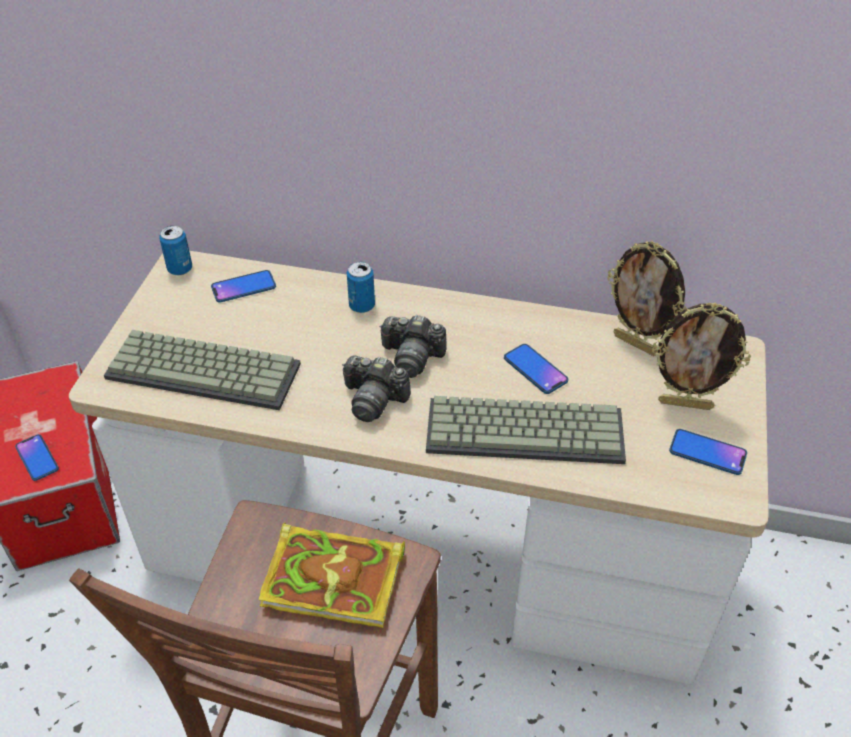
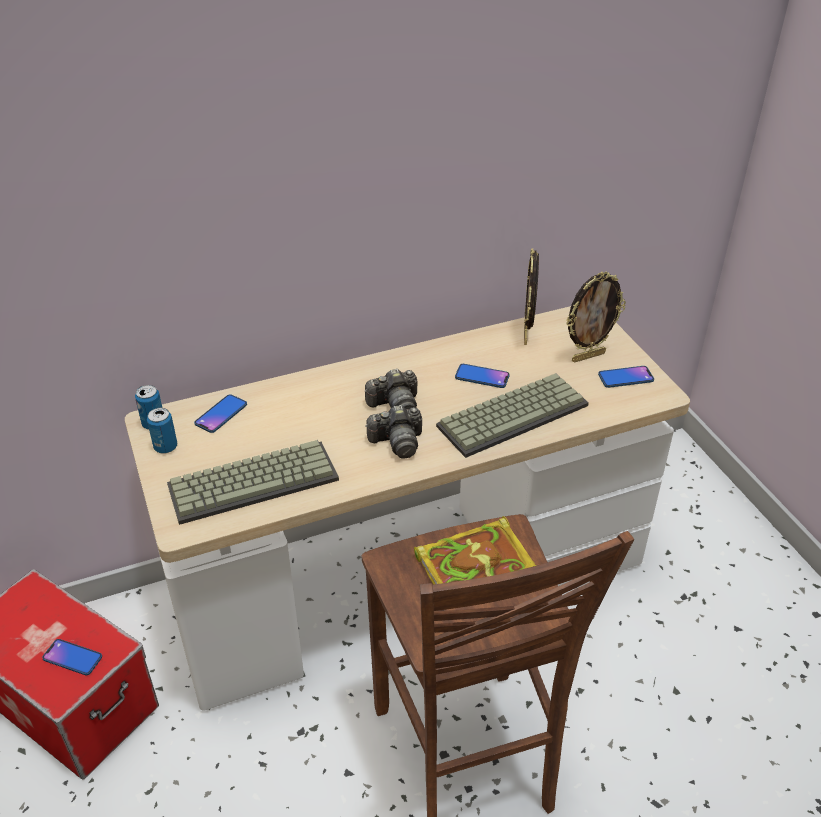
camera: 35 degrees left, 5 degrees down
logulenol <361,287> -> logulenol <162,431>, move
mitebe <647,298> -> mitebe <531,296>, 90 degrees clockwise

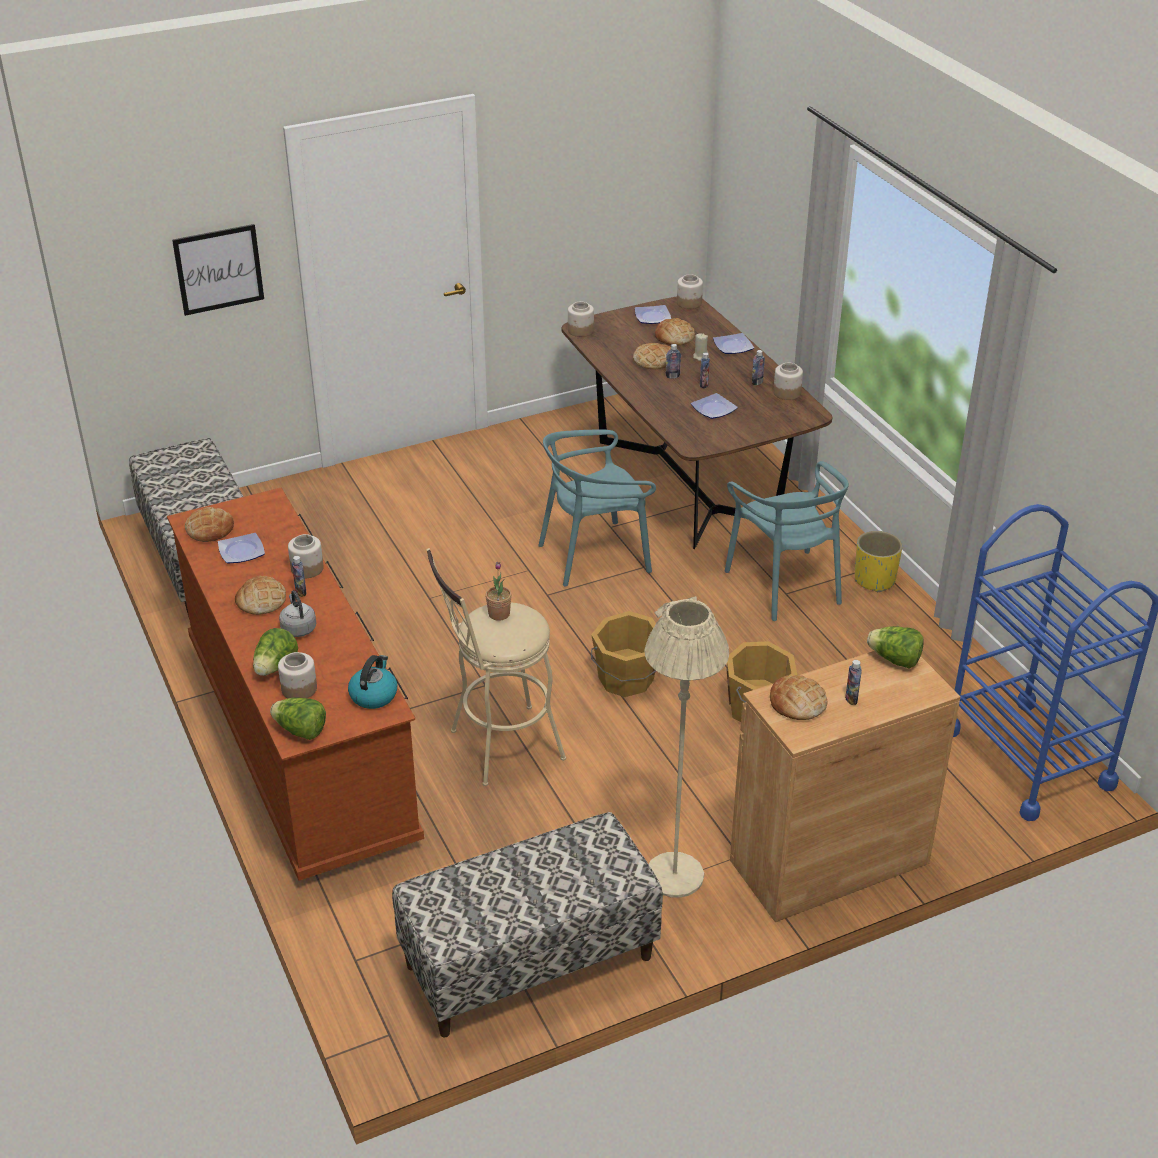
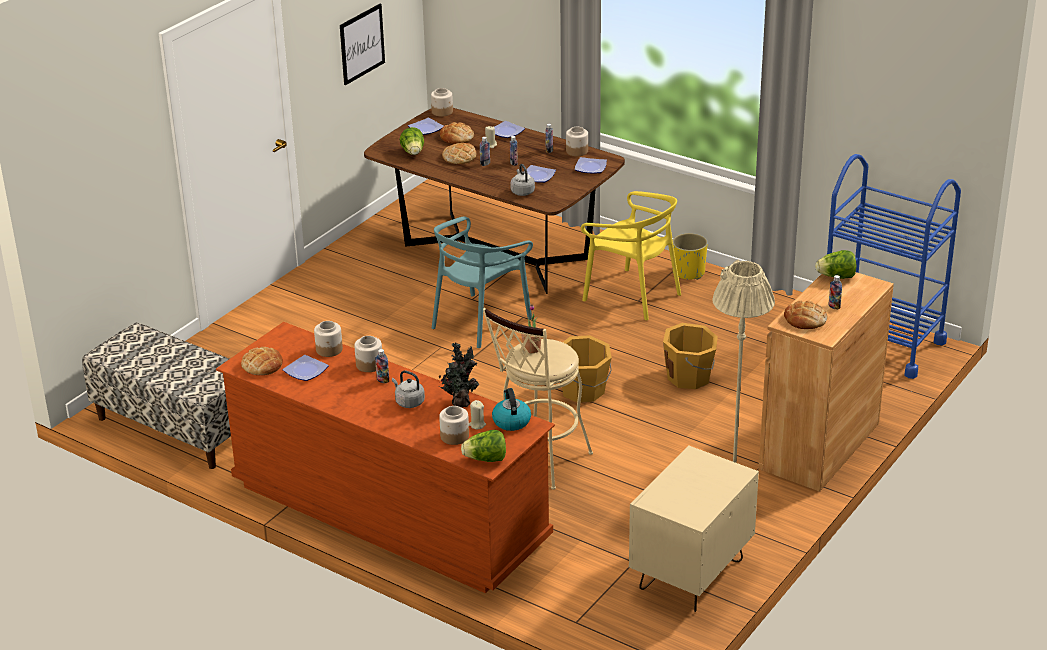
camera: 30 degrees left, 5 degrees down
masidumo <260,595> -> none
none -> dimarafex <459,375>
none -> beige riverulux <477,414>
none -> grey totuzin <522,180>
none -> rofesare <591,165>
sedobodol <218,270> -> sedobodol <362,44>, move
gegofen <275,652> -> gegofen <412,141>, move
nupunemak <581,319> -> nupunemak <328,339>, move
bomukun <527,924> -> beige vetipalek <694,528>
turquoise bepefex <786,541> -> yellow bepefex <631,255>

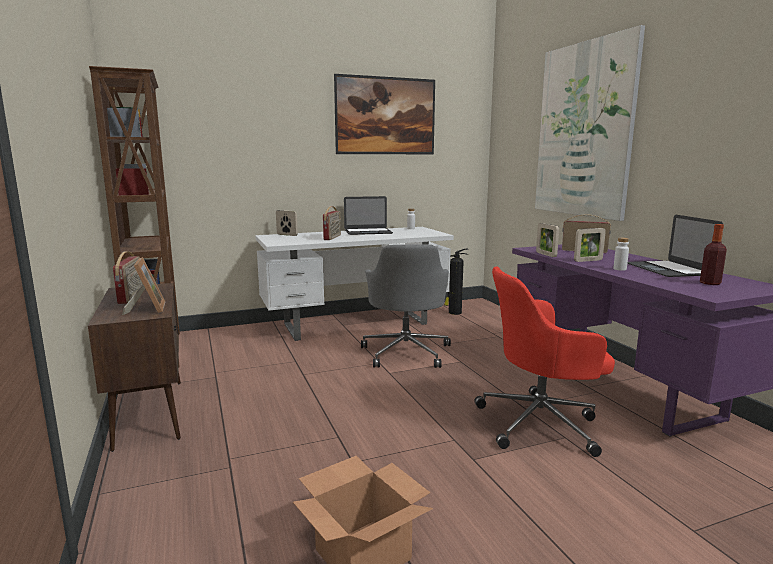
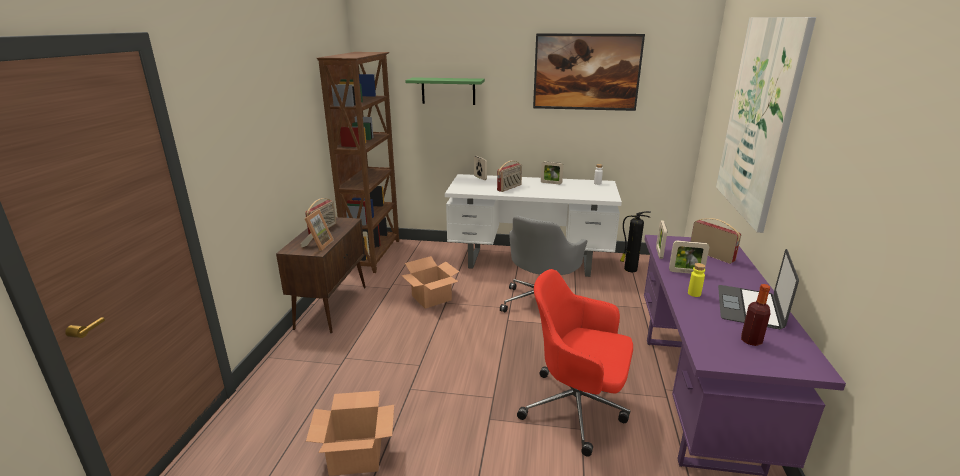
camera: 30 degrees right, 10 degrees up
none -> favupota <430,282>
none -> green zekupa <445,91>
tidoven <368,215> -> mitebe <552,172>
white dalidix <621,254> -> yellow dalidix <697,280>

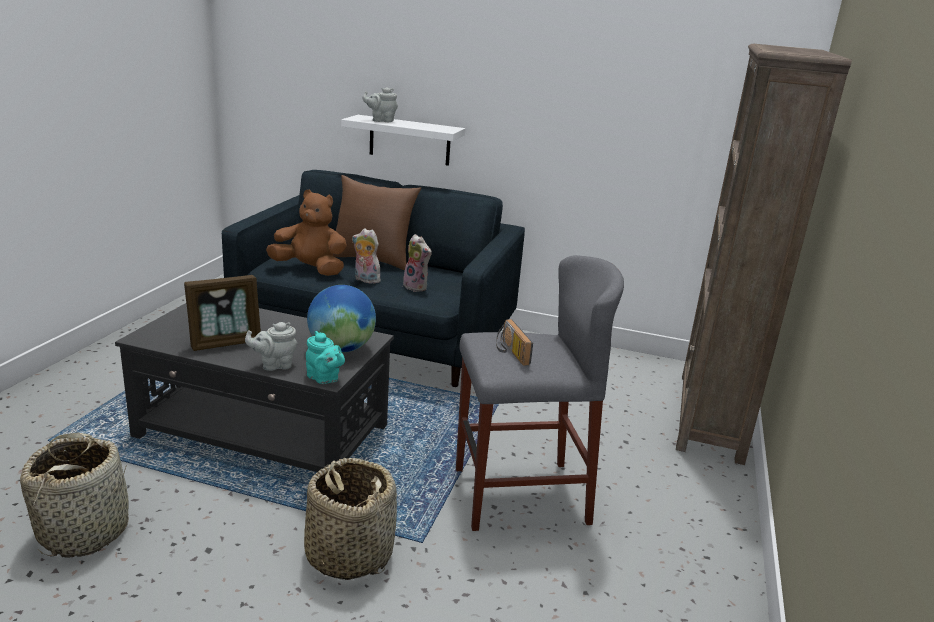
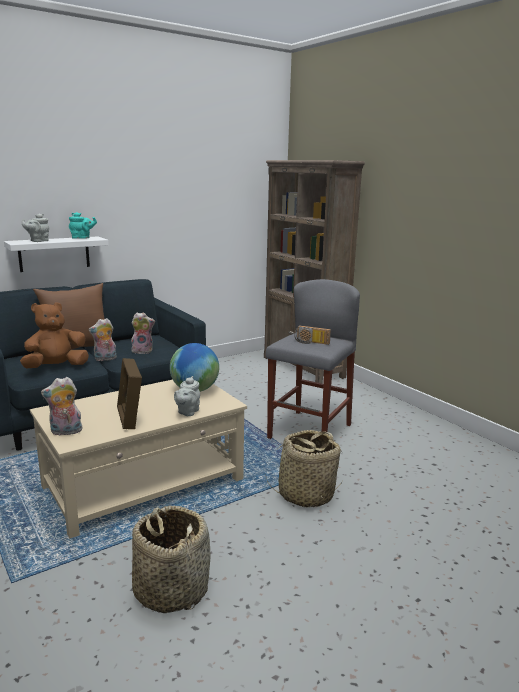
camera: 50 degrees left, 5 degrees down
none -> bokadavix <62,406>
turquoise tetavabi <325,357> -> turquoise tetavabi <83,225>, move
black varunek <254,387> -> beige varunek <138,459>
mitebe <222,313> -> mitebe <129,393>, 150 degrees clockwise

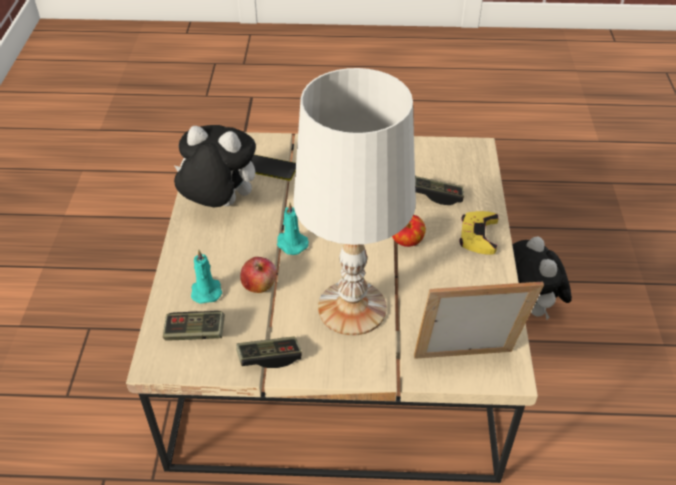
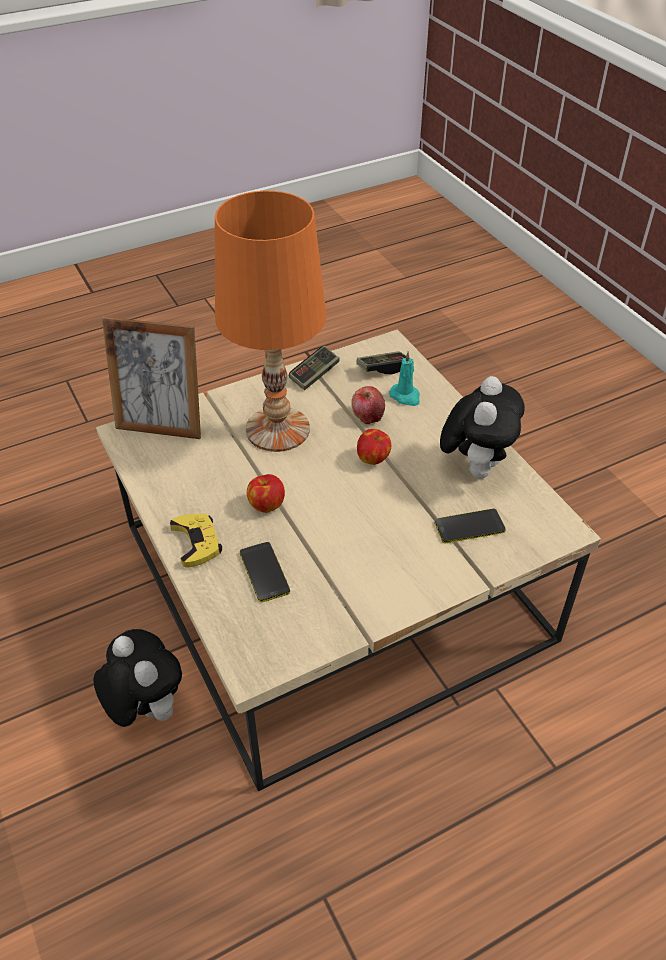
camera: 150 degrees right, 0 degrees up
turquoise riverulux <293,228> -> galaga <374,447>
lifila <439,190> -> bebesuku <265,572>
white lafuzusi <355,202> -> orange lafuzusi <270,321>
bokadavix <215,166> -> bokadavix <482,427>, 60 degrees counterclockwise
mitebe <479,320> -> mitebe <151,378>, 45 degrees clockwise

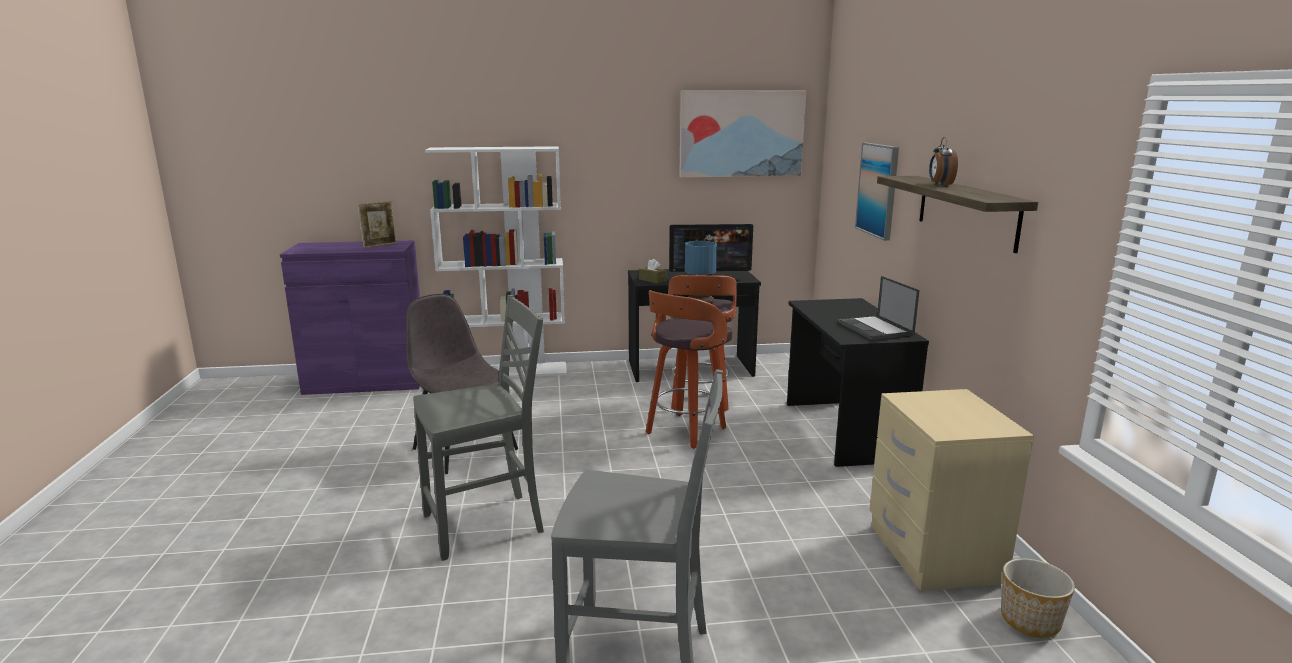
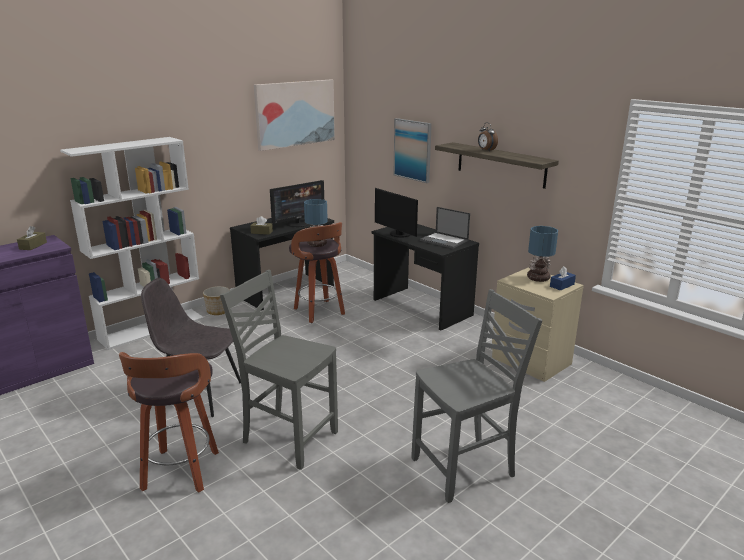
camera: 35 degrees left, 5 degrees up
none -> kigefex <396,213>
none -> lafuzusi <542,254>
none -> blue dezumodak <563,278>
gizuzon <689,369> -> gizuzon <169,422>, move
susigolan <1038,598> -> susigolan <216,300>, move
mitebe <377,224> -> brown dezumodak <32,238>
grey bepefex <478,428> -> grey bepefex <279,370>, 90 degrees counterclockwise

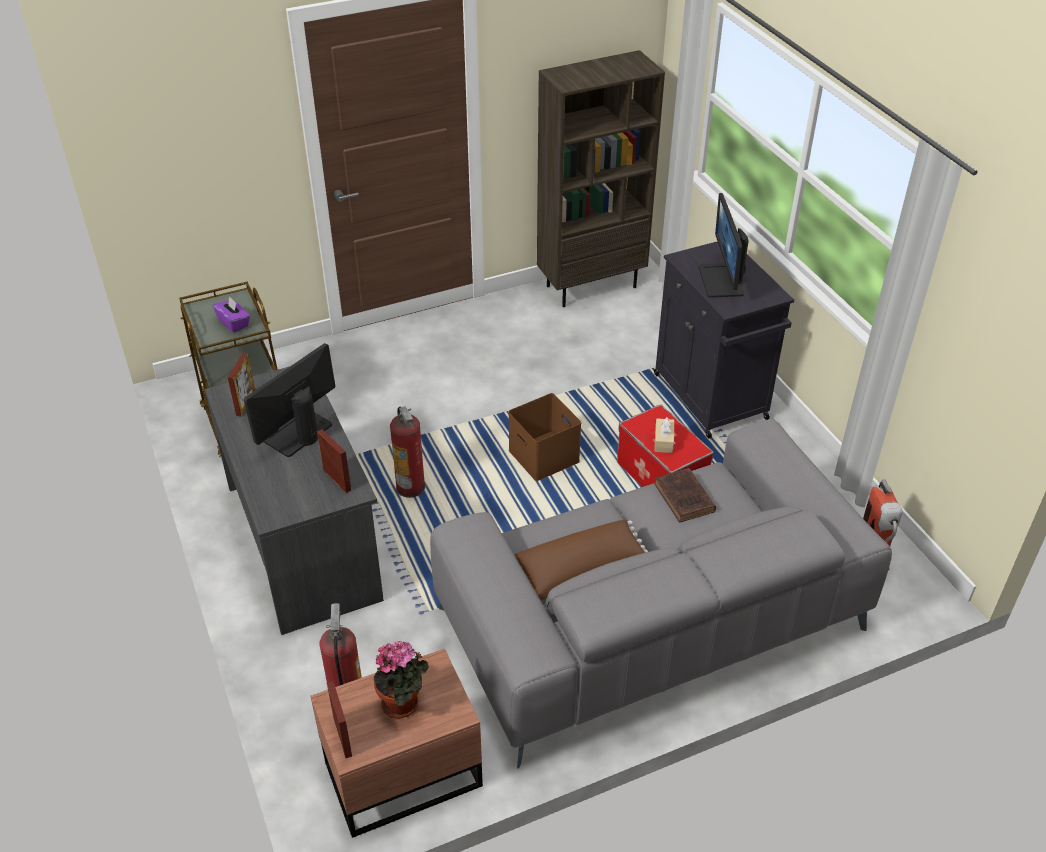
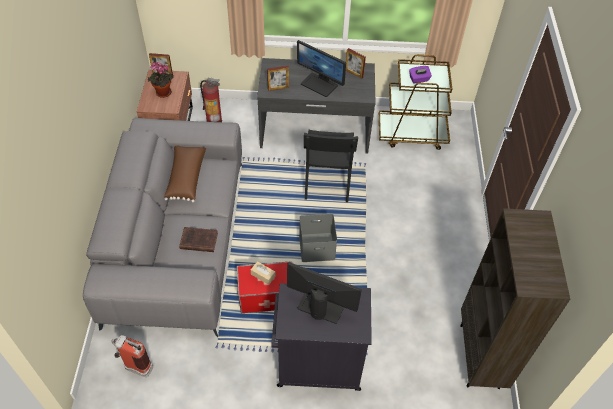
camera: 115 degrees right, 10 degrees up
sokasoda <407,452> -> black bepefex <331,166>
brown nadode <544,437> -> grey nadode <318,238>
kigefex <289,400> -> kigefex <321,68>, 150 degrees clockwise

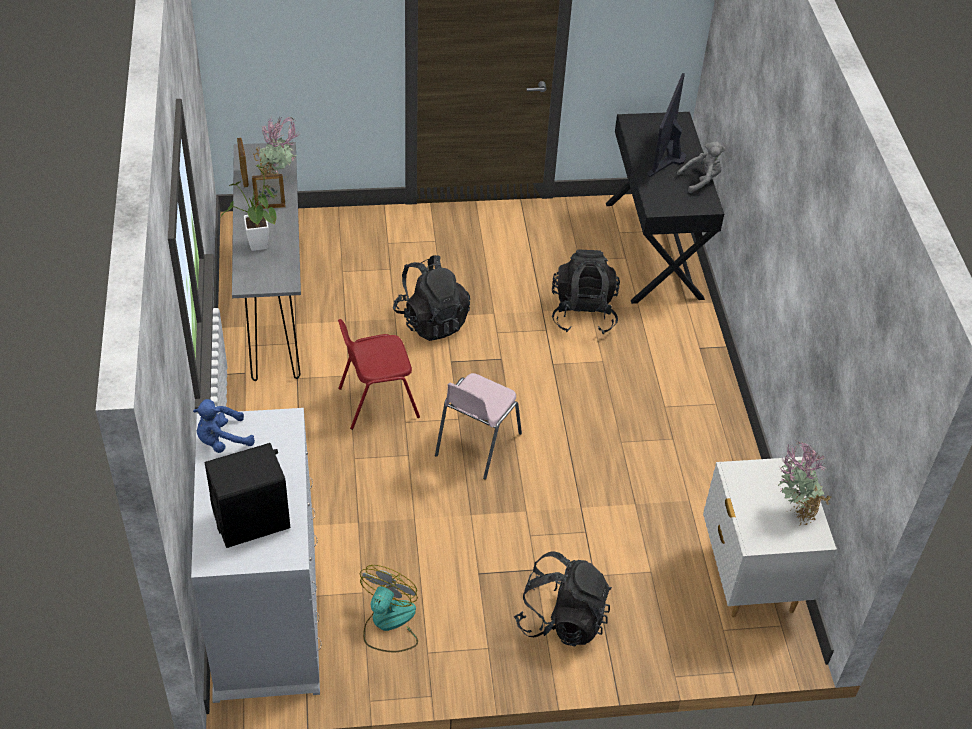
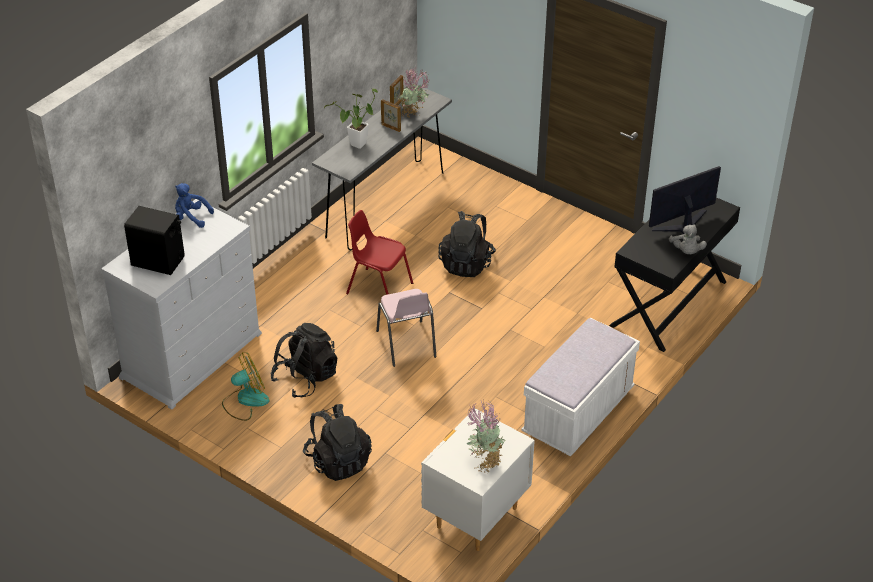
camera: 45 degrees right, 5 degrees down
none -> white bomukun <581,387>
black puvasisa <586,291> -> black puvasisa <303,360>, move
pink bepefex <478,426> -> pink bepefex <406,328>, 90 degrees counterclockwise
grey bokadavix <701,167> -> grey bokadavix <688,239>, 60 degrees clockwise

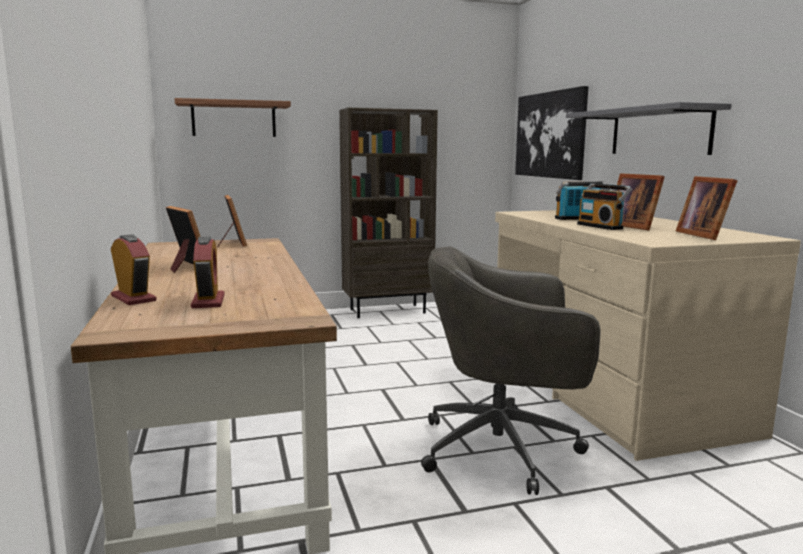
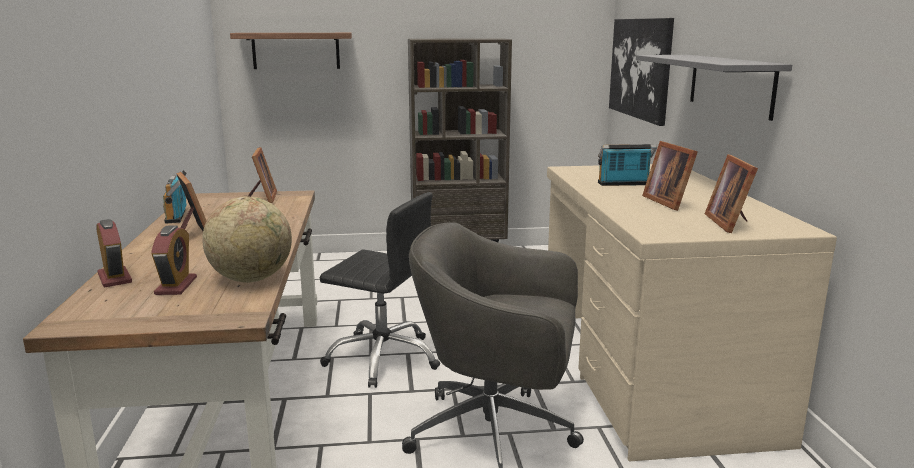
camera: 10 degrees right, 5 degrees up
none -> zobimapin <247,239>
none -> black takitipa <380,290>
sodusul <604,206> -> sodusul <175,197>, move

